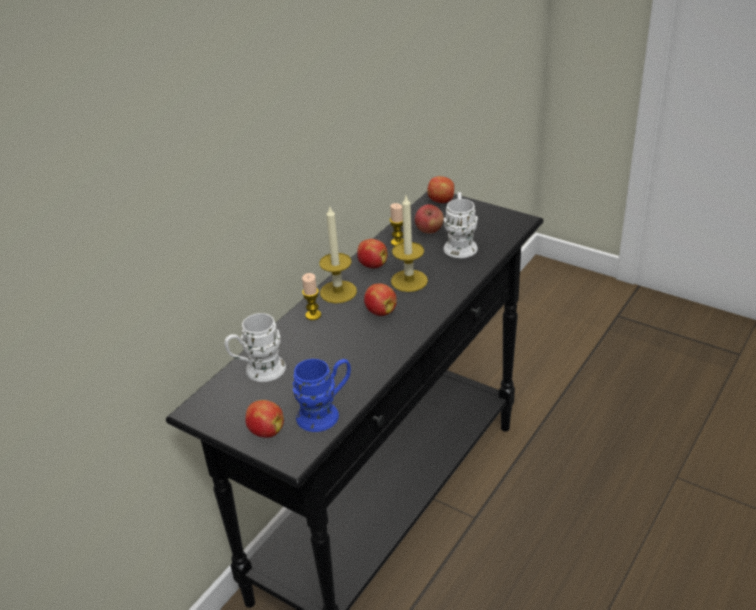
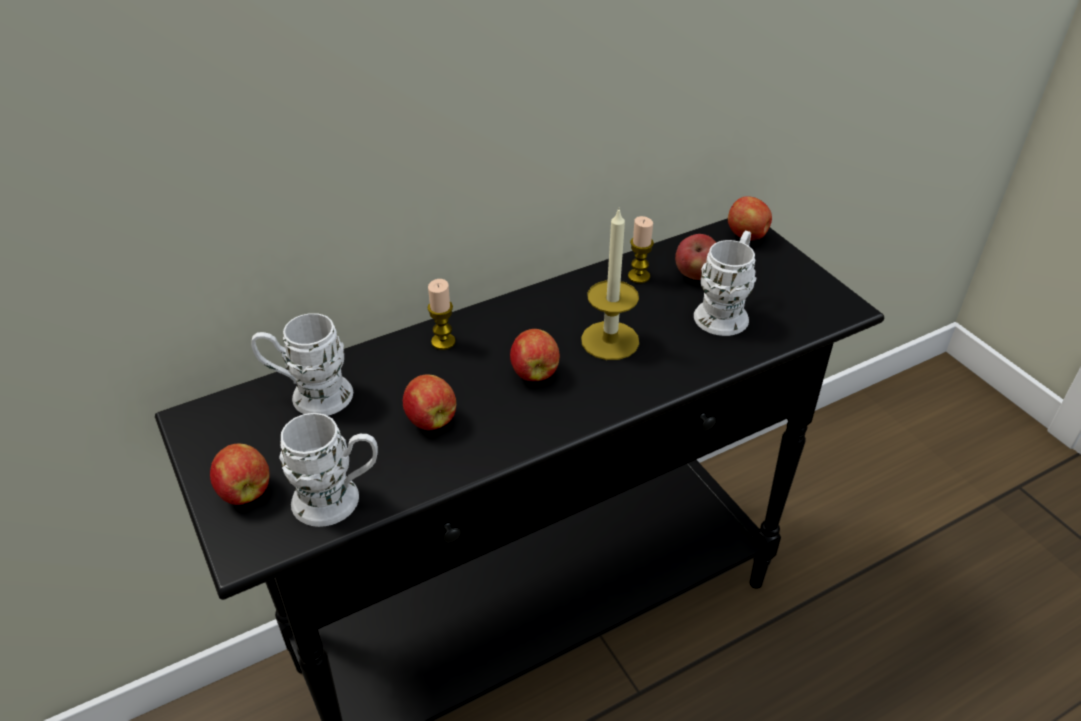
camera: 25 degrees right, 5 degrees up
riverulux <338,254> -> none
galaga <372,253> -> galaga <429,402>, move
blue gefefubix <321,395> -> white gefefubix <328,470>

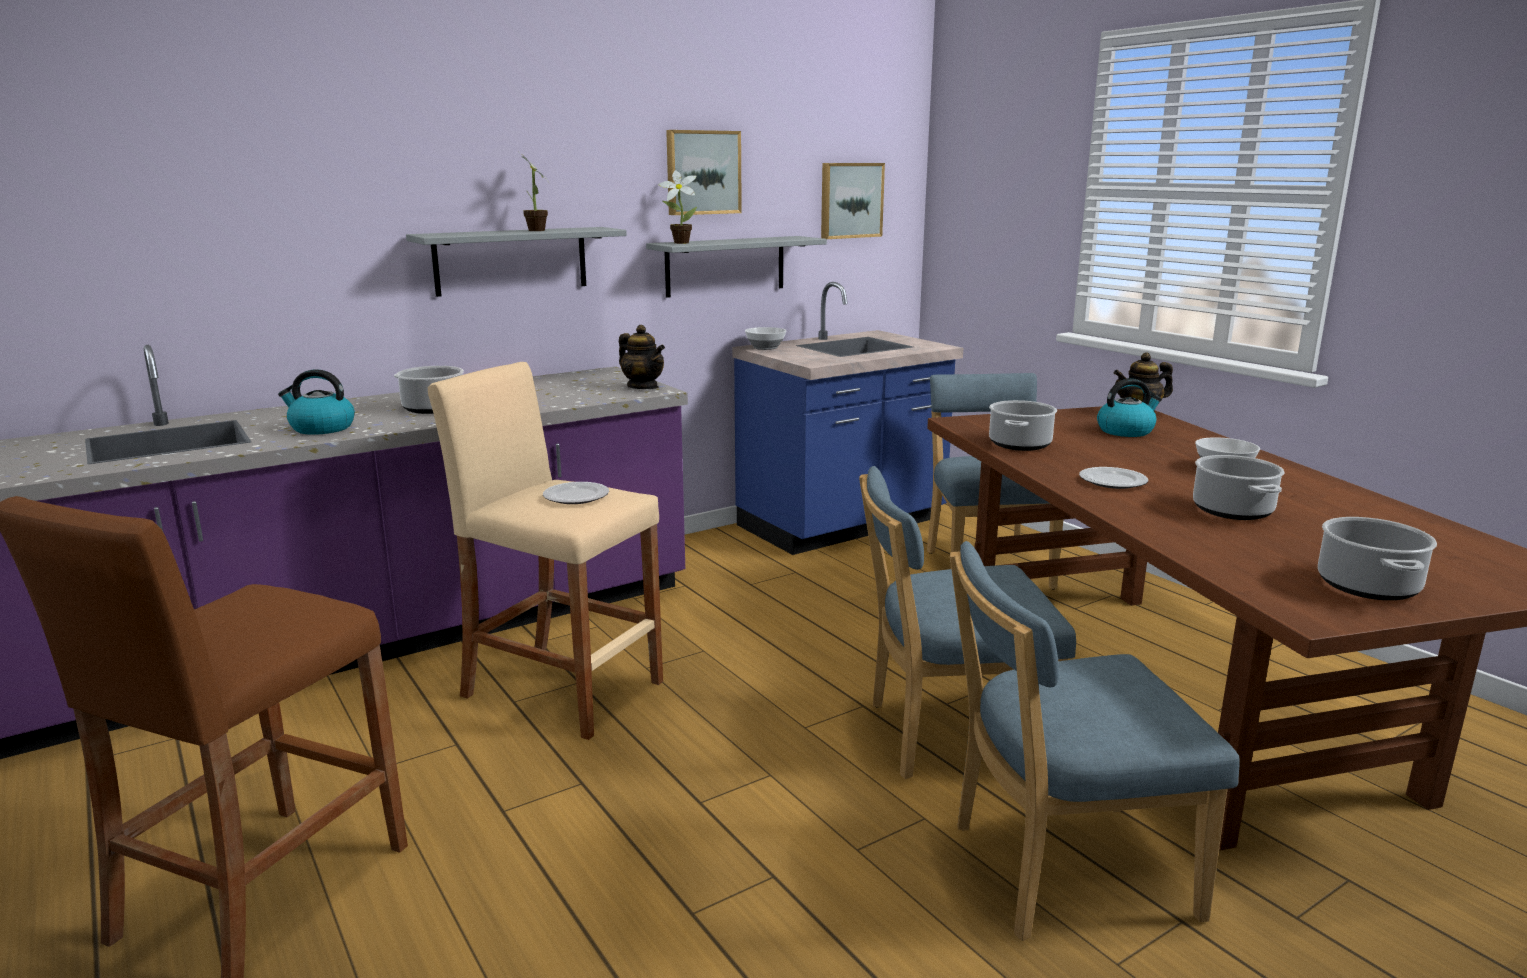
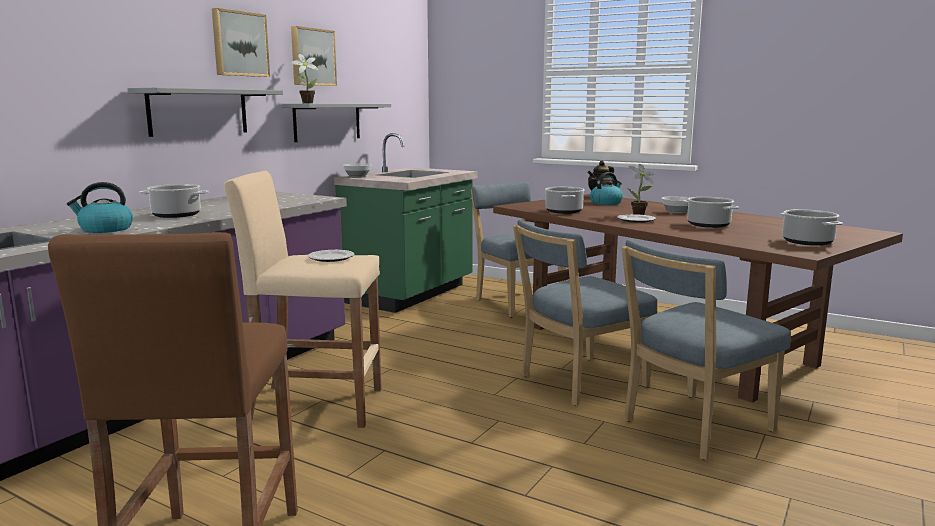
camera: 25 degrees left, 5 degrees down
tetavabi <642,357> -> none
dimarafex <535,192> -> dimarafex <641,189>, move
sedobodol <853,201> -> sedobodol <241,42>, move
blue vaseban <847,418> -> green vaseban <406,223>

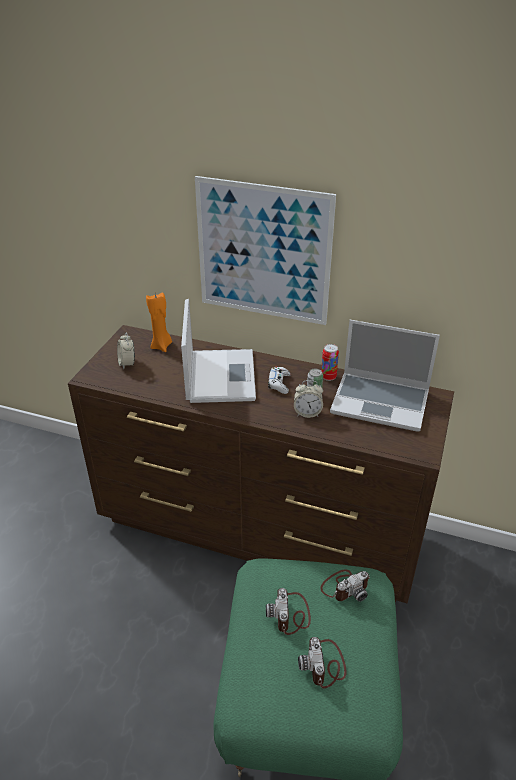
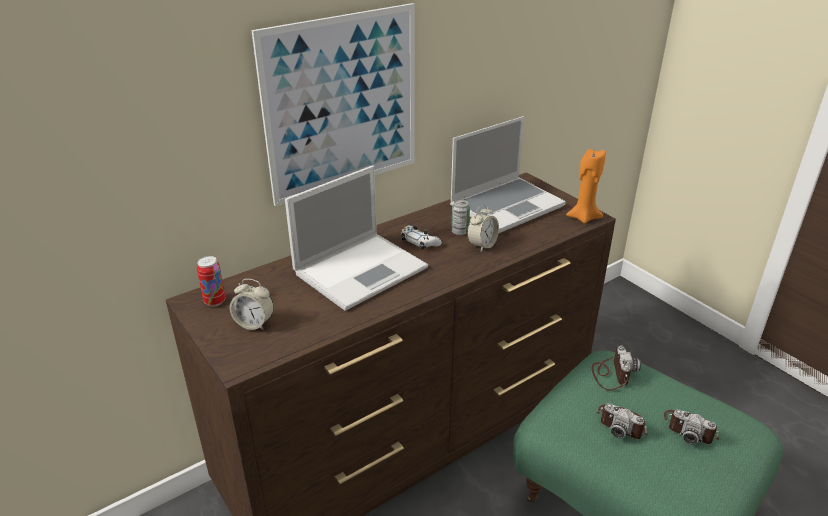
camera: 55 degrees left, 5 degrees down
orange riverulux <159,322> -> orange riverulux <586,186>, move
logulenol <330,362> -> logulenol <211,281>, move
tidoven <218,351> -> tidoven <356,238>, 105 degrees clockwise

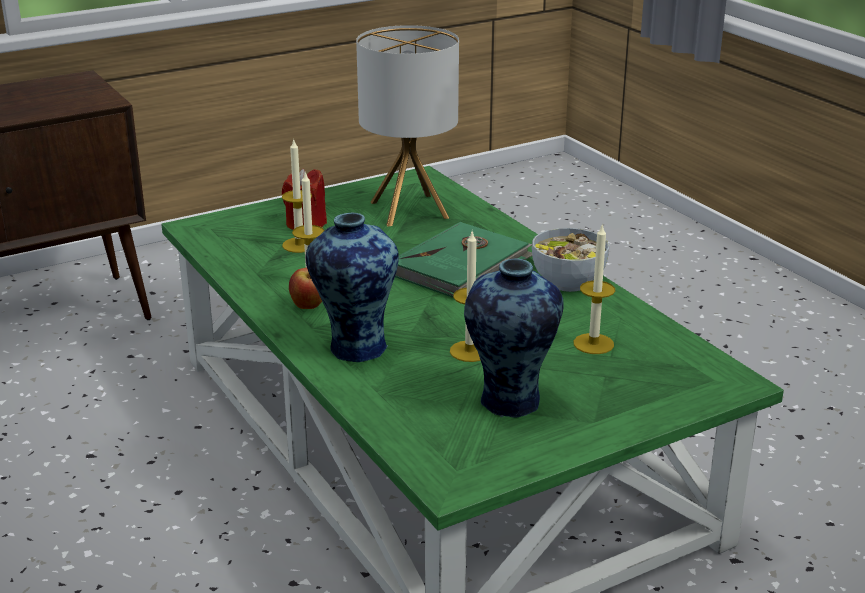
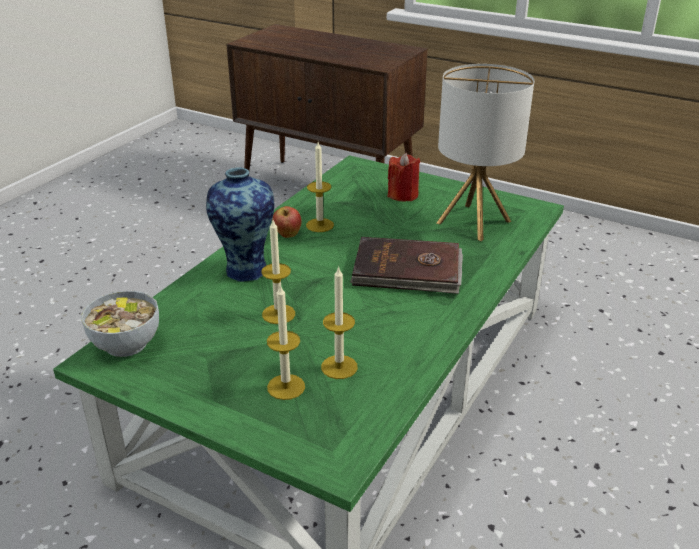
camera: 60 degrees right, 5 degrees up
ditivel <513,337> -> none
riverulux <297,195> -> riverulux <286,342>, move
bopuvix <570,260> -> bopuvix <120,324>, move
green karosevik <463,260> -> brown karosevik <406,265>

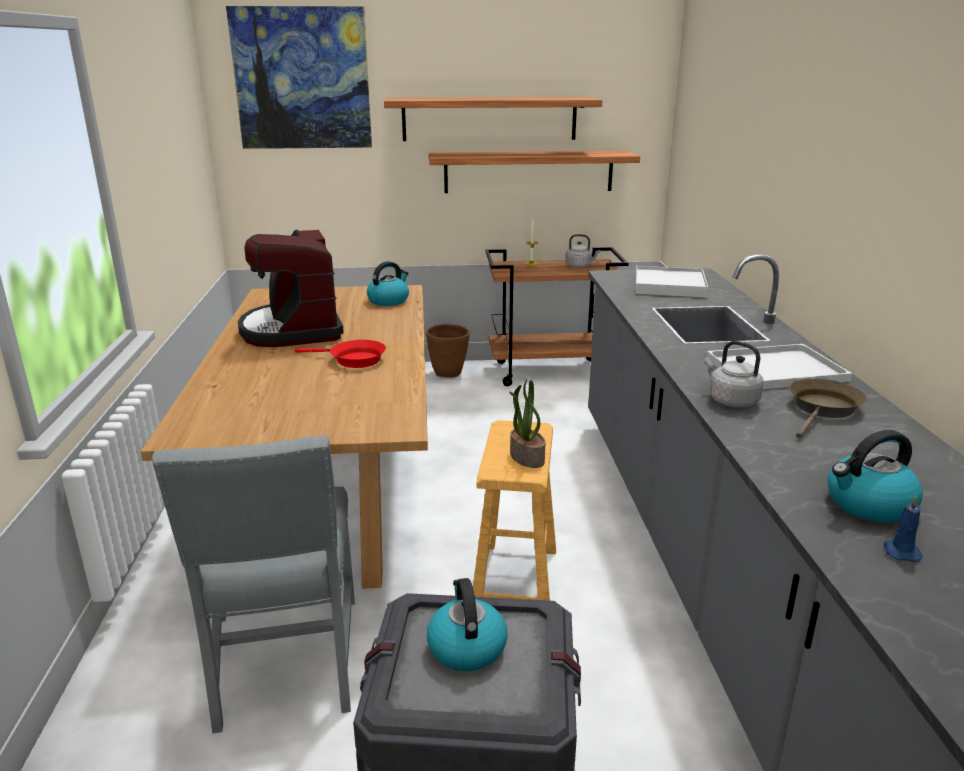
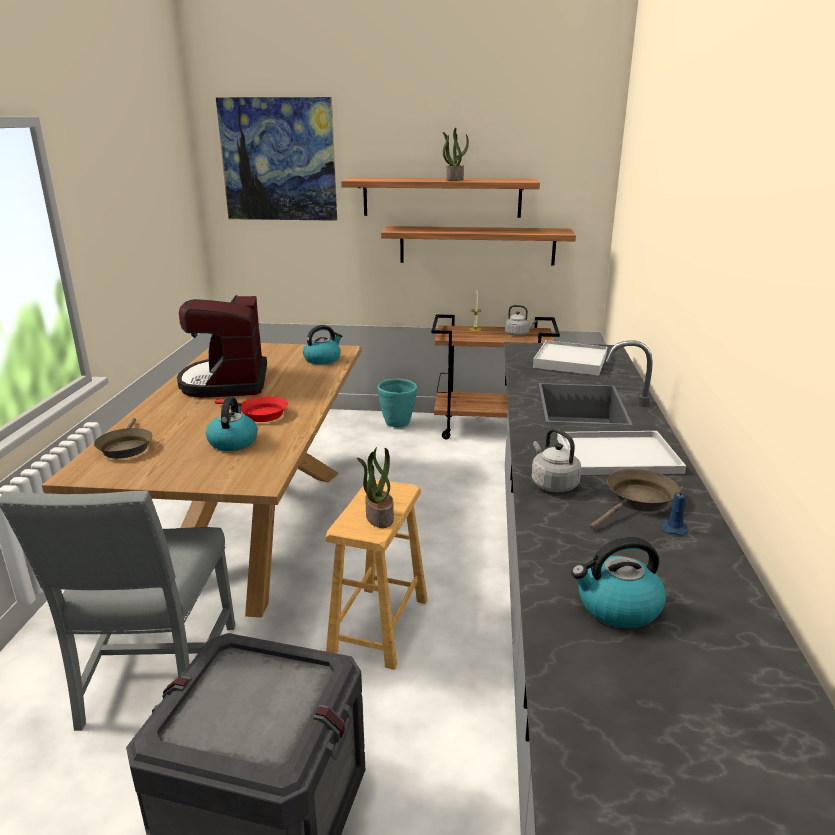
camera: 10 degrees right, 0 degrees up
none -> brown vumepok <123,438>
none -> dimarafex <455,154>
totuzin <467,624> -> totuzin <232,424>, move
blue riverulux <903,528> -> blue riverulux <674,511>, move
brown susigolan <448,350> -> turquoise susigolan <397,403>

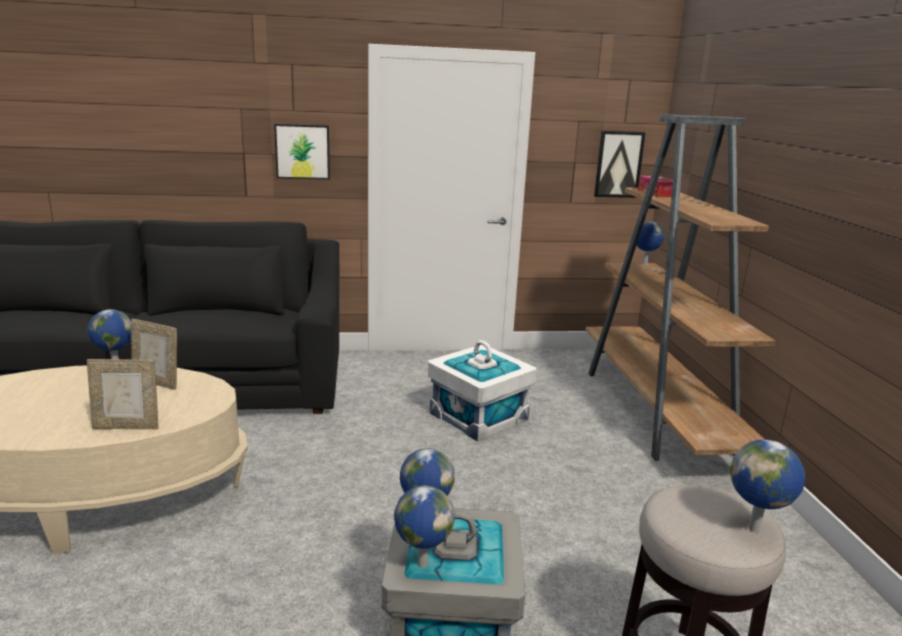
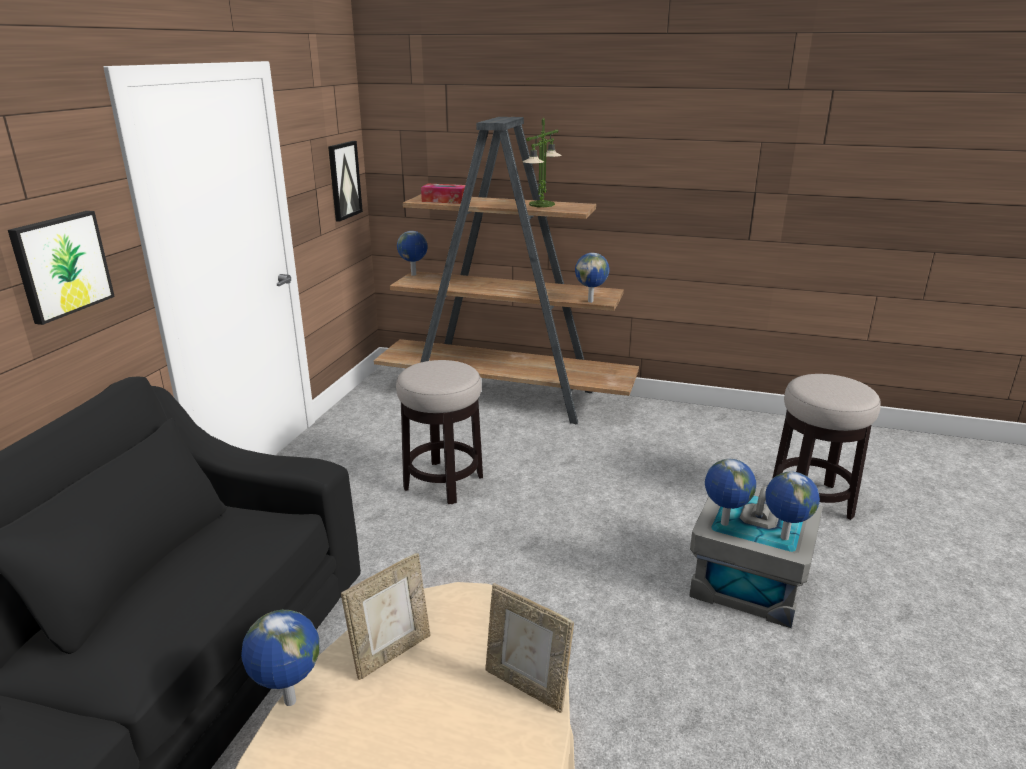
camera: 65 degrees left, 5 degrees up
none -> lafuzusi <542,162>
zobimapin <767,486> -> zobimapin <592,278>, move
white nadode <482,391> -> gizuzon <439,432>
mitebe <122,394> -> mitebe <530,648>, 105 degrees clockwise

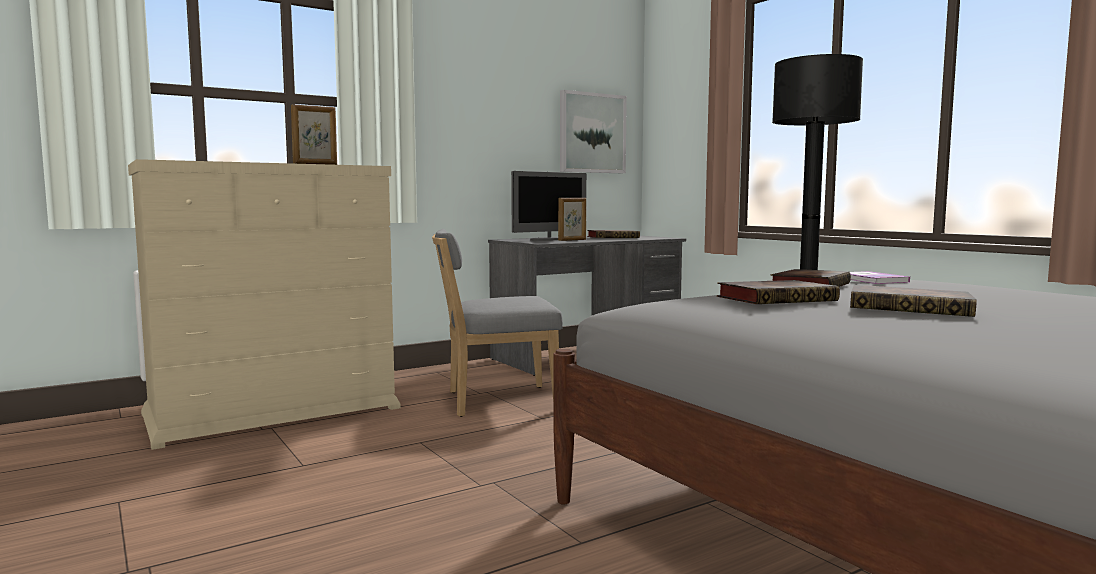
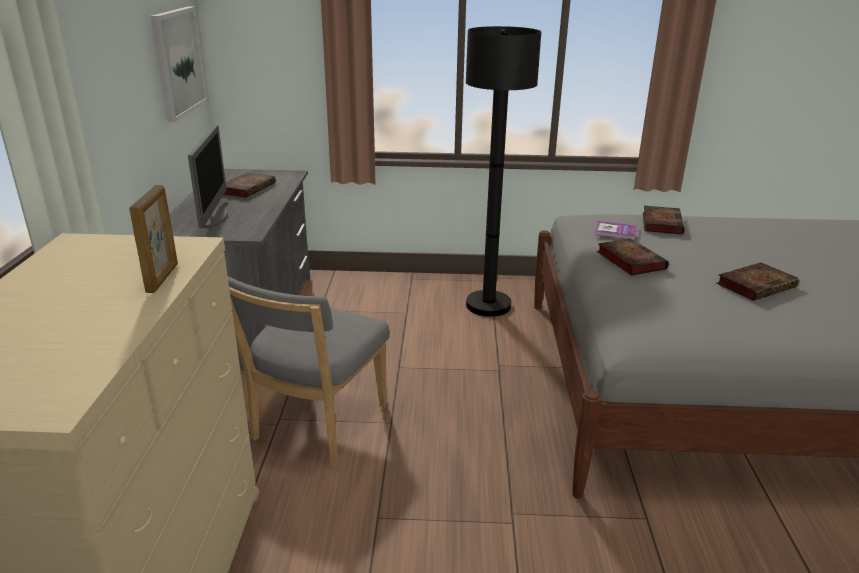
camera: 55 degrees left, 20 degrees up
mitebe <572,219> -> none
karosevik <778,292> -> karosevik <664,220>, move

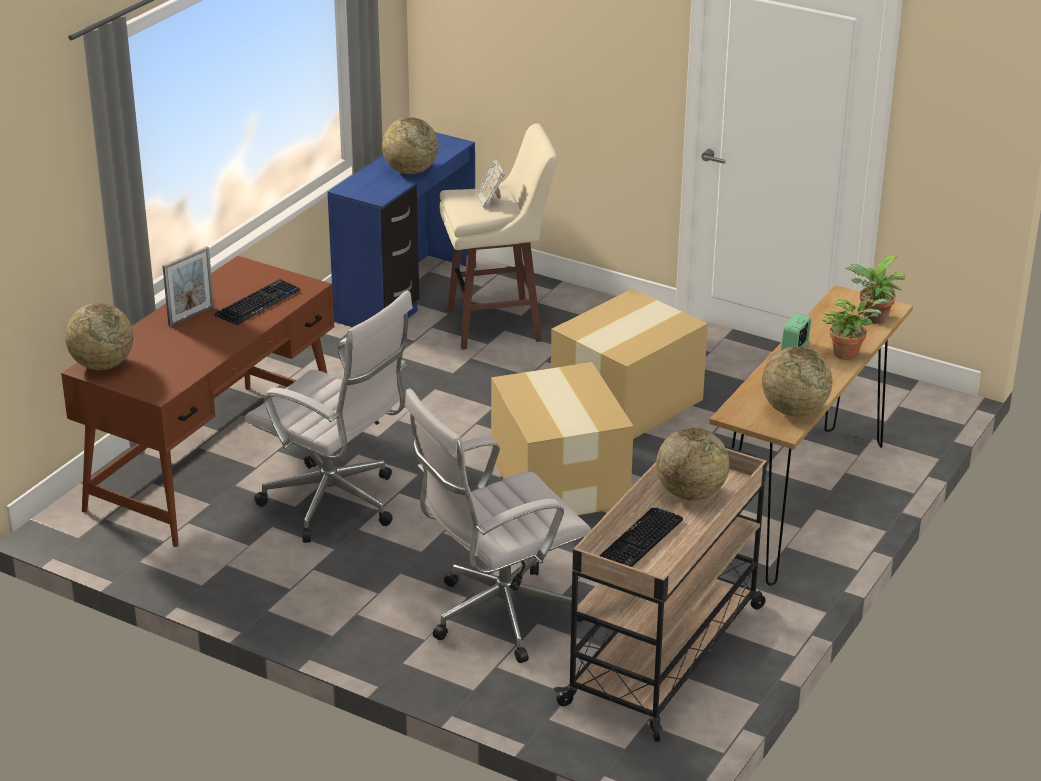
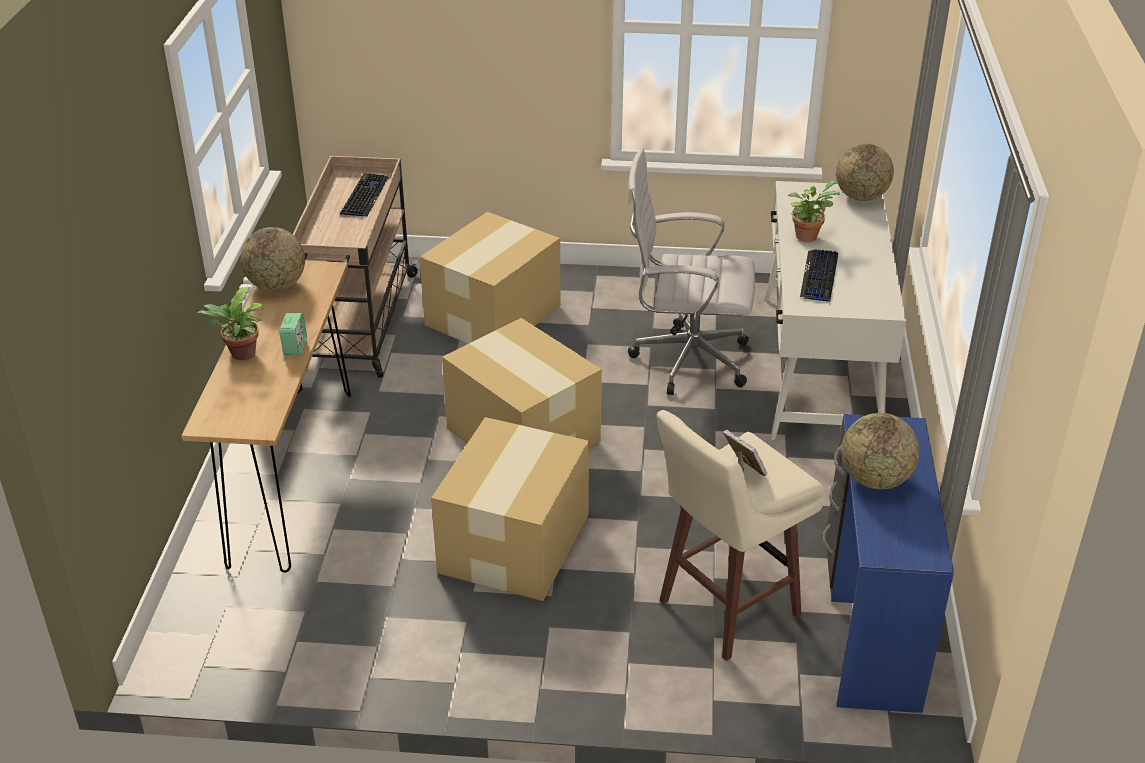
camera: 155 degrees right, 5 degrees up
mitebe <188,286> -> none
zobimapin <692,464> -> none
dimarafex <875,289> -> dimarafex <814,211>, move
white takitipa <497,525> -> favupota <490,278>
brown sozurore <197,401> -> white sozurore <835,310>

